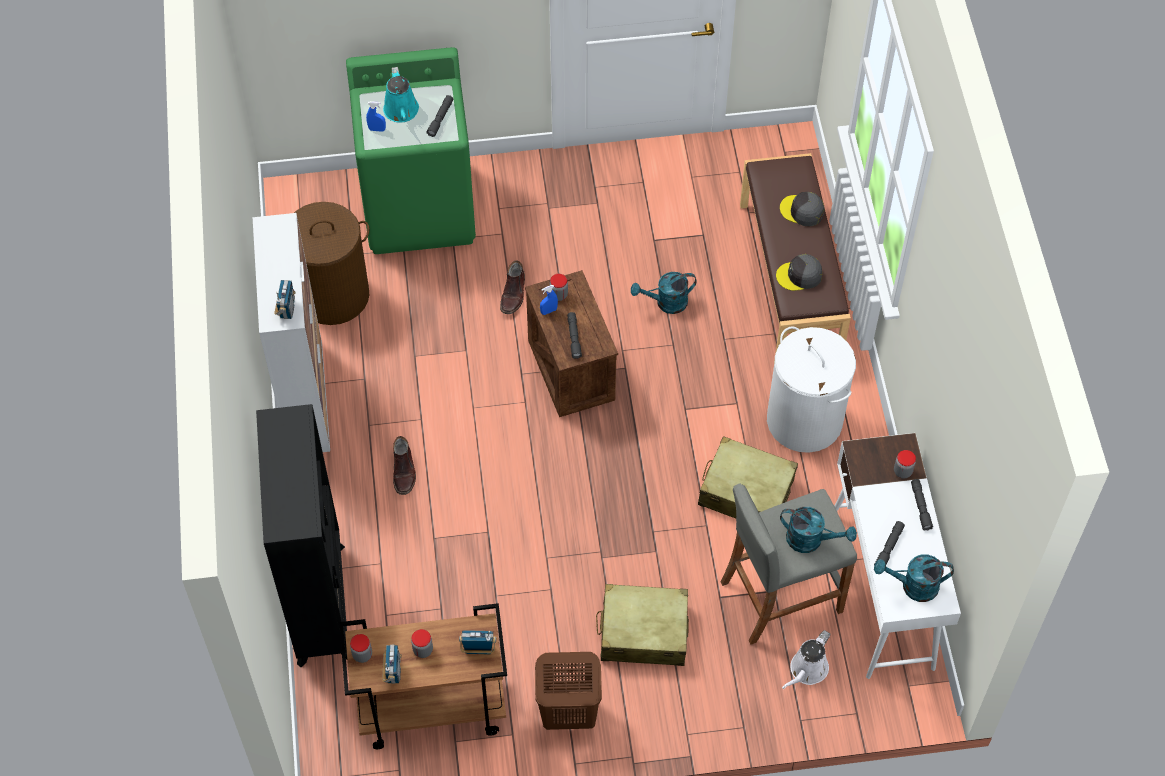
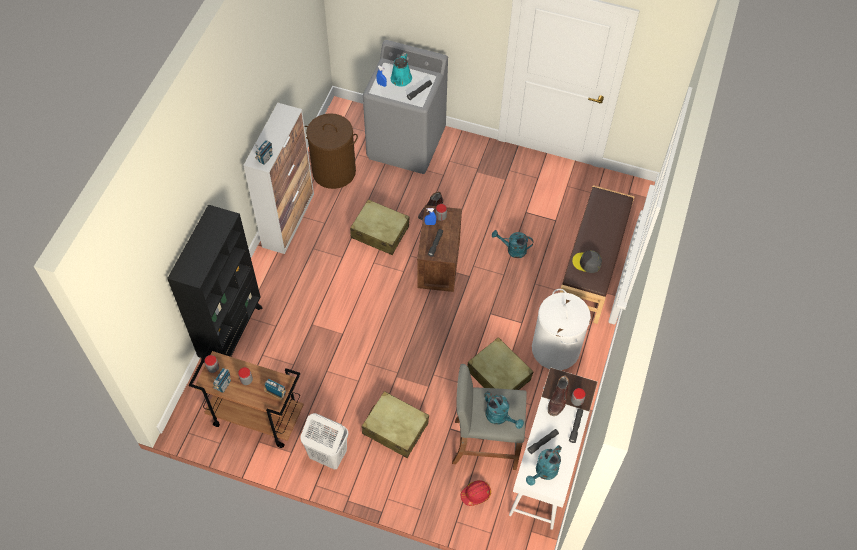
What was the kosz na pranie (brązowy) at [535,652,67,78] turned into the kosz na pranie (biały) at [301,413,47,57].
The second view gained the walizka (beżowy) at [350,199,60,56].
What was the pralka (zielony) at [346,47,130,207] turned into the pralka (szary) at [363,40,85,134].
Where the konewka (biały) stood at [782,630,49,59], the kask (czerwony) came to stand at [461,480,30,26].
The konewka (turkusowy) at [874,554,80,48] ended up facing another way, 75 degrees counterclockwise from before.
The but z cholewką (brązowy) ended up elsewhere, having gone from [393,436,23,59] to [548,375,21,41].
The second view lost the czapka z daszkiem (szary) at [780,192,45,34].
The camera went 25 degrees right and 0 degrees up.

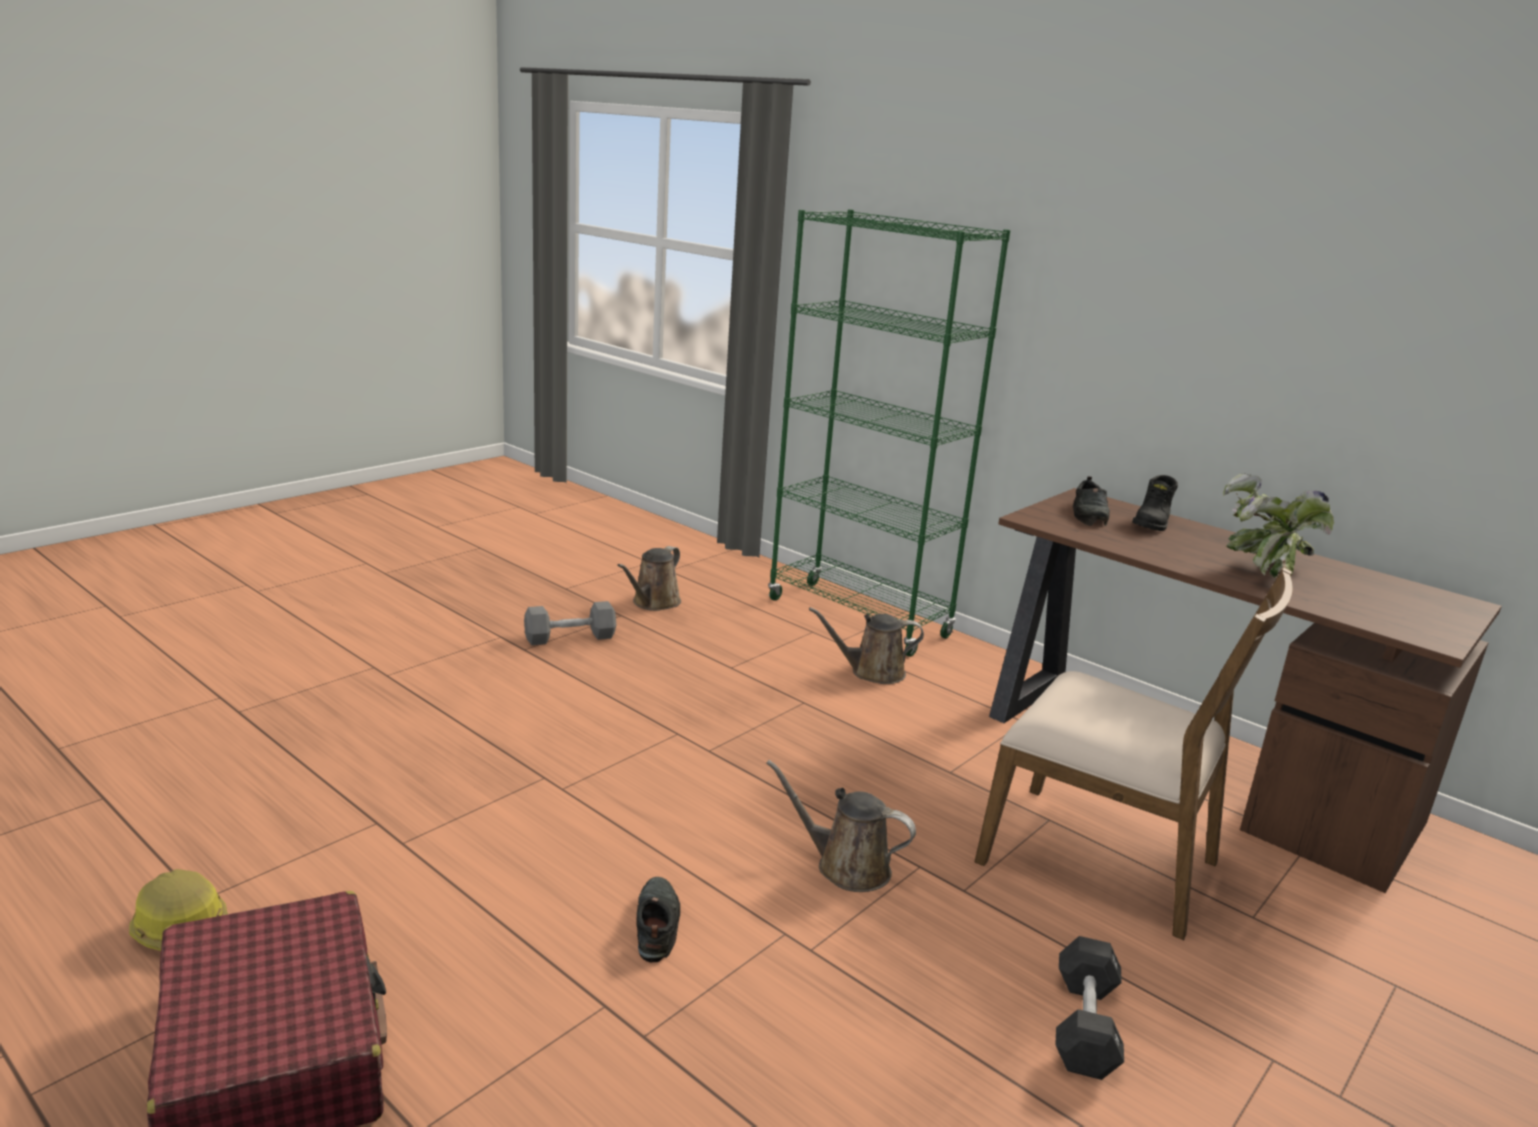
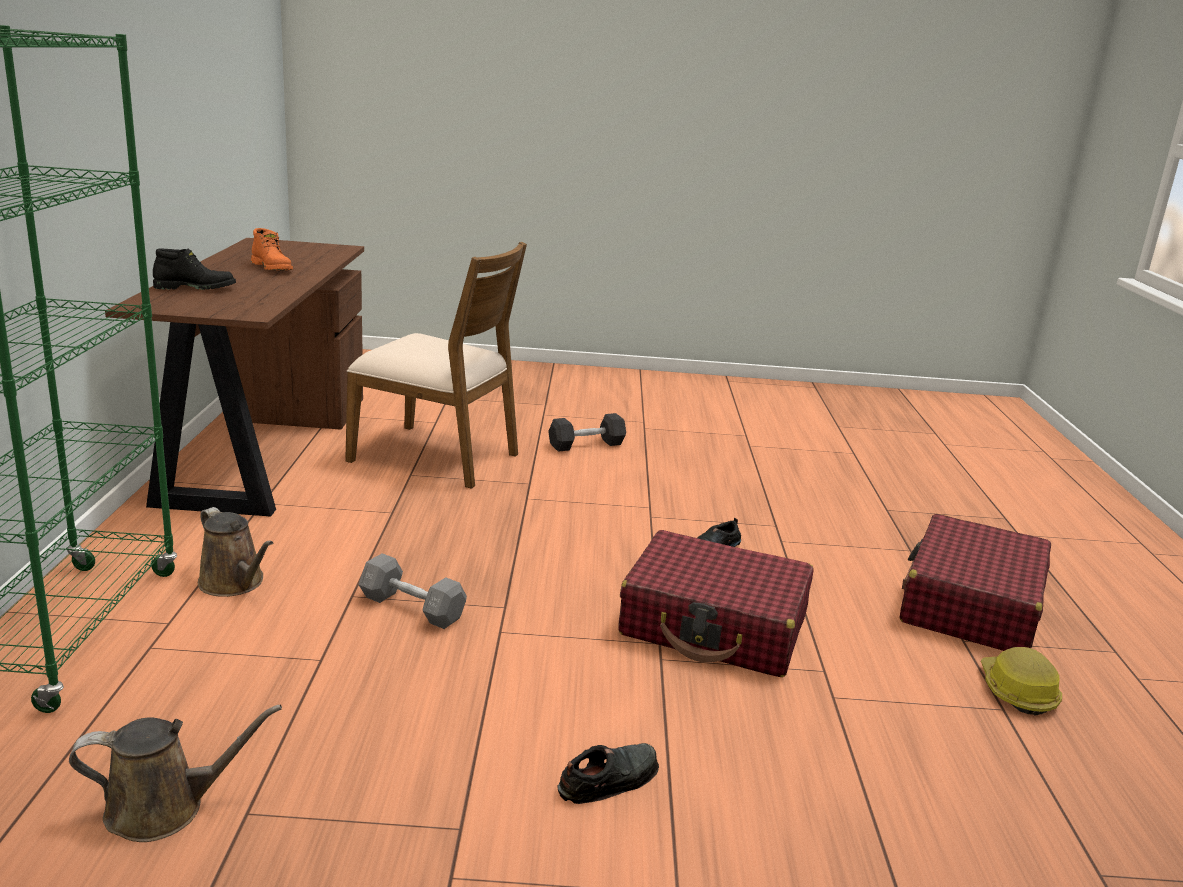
Where the roślina doniczkowa stood at [1223,473,111,105], the but z cholewką (pomarańczowy) came to stand at [251,228,42,42].
The krzesło (brązowy) at [975,567,318,373] ended up facing another way, 120 degrees clockwise from before.
The hantel (szary) ended up elsewhere, having gone from [524,601,92,44] to [358,553,109,76].
The but (czarny) ended up elsewhere, having gone from [1073,476,37,50] to [558,743,101,61].
The second view gained the walizka (czerwony) at [618,530,196,147].
The second view lost the konewka (brązowy) at [766,760,150,132].
The camera went 130 degrees left and 0 degrees up.

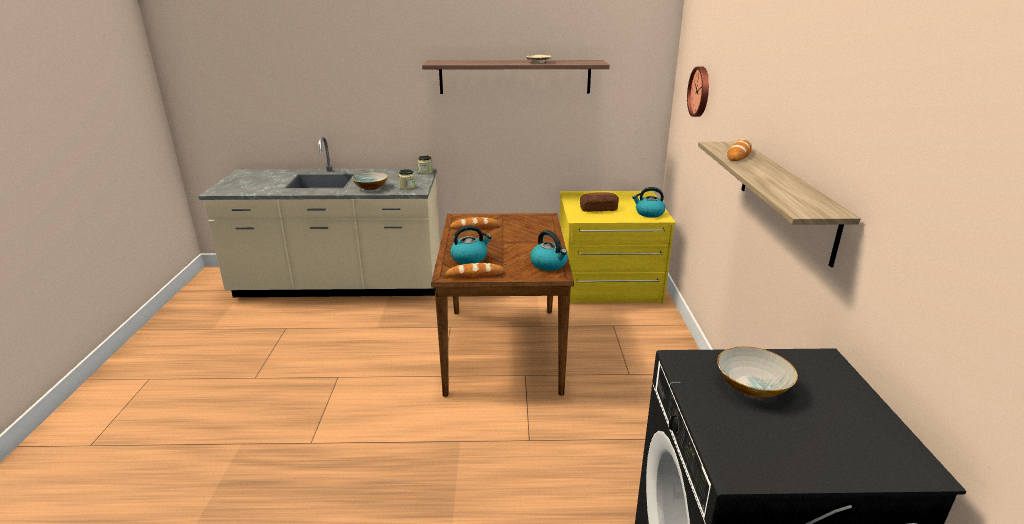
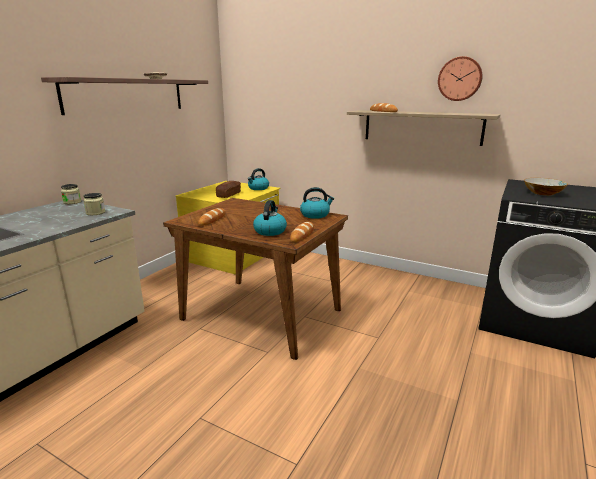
The zegar ścienny ended up elsewhere, having gone from [687,67,22,50] to [438,56,45,45].
The second view lost the miska at [352,172,36,18].
The camera went 60 degrees left and 5 degrees down.

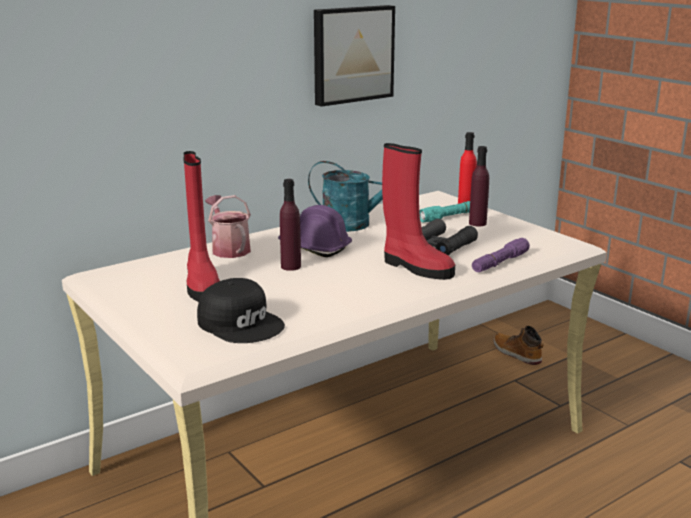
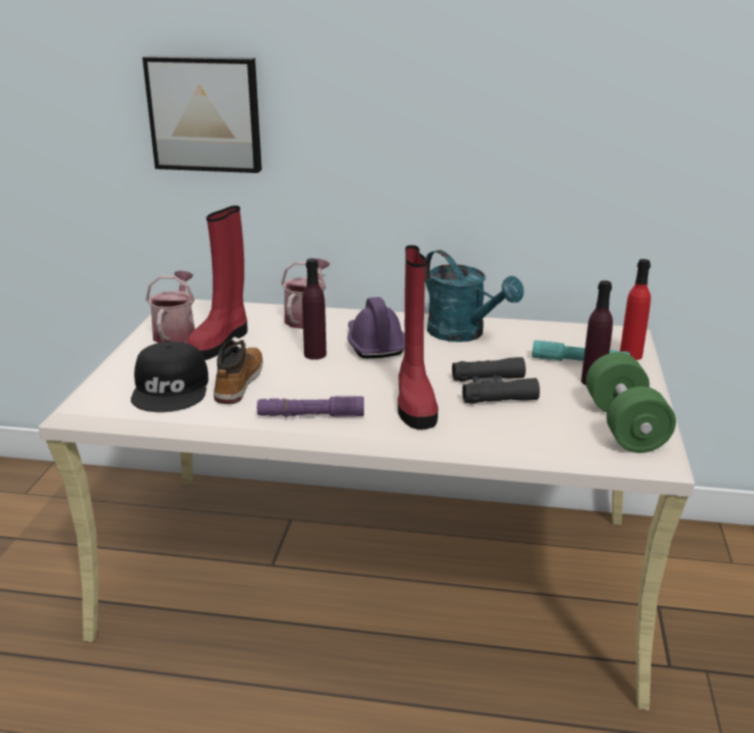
The obraz ended up elsewhere, having gone from [314,5,81,102] to [142,56,120,117].
The second view gained the konewka at [146,271,49,72].
The but z cholewką ended up elsewhere, having gone from [493,326,51,39] to [214,340,49,64].
The latarka (fioletowy) ended up elsewhere, having gone from [472,238,58,34] to [257,396,107,21].
The second view gained the hantel (zielony) at [586,352,90,101].
The camera went 45 degrees right and 5 degrees up.

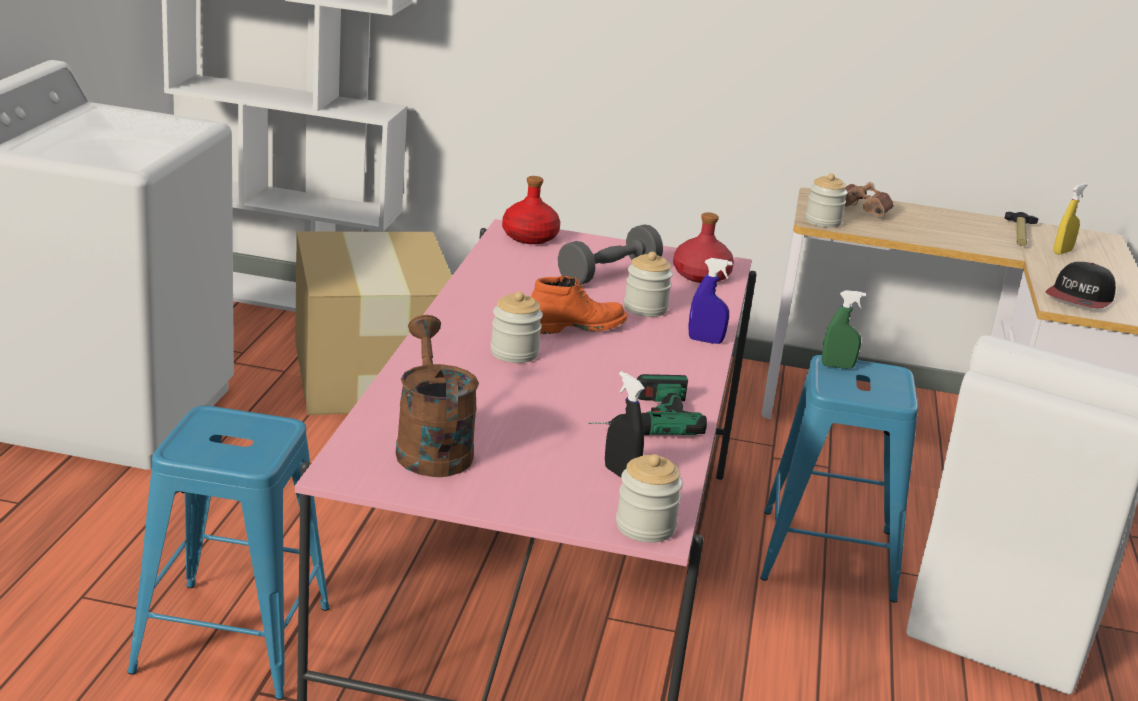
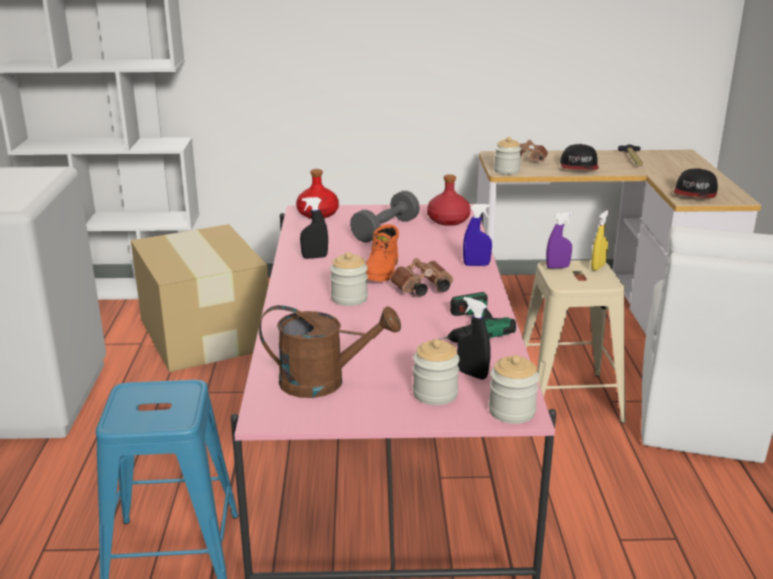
The konewka (brązowy) at [396,315,83,162] ended up facing another way, 120 degrees clockwise from before.
The second view gained the spryskiwacz (czarny) at [300,197,28,62].
The but z cholewką (pomarańczowy) at [531,276,96,58] ended up facing another way, 135 degrees clockwise from before.
The second view gained the lornetka (brązowy) at [390,258,63,38].
The słoik ended up elsewhere, having gone from [624,252,49,65] to [413,339,47,66].
What was the stołek (niebieski) at [760,355,158,247] turned into the stołek (beżowy) at [522,260,104,163].
What was the spryskiwacz (zielony) at [822,290,44,79] turned into the spryskiwacz (fioletowy) at [546,212,27,57].
The second view gained the czapka z daszkiem at [560,144,39,26].
The spryskiwacz (żółty) ended up elsewhere, having gone from [1053,183,34,71] to [591,210,18,60].
The camera went 10 degrees left and 0 degrees up.

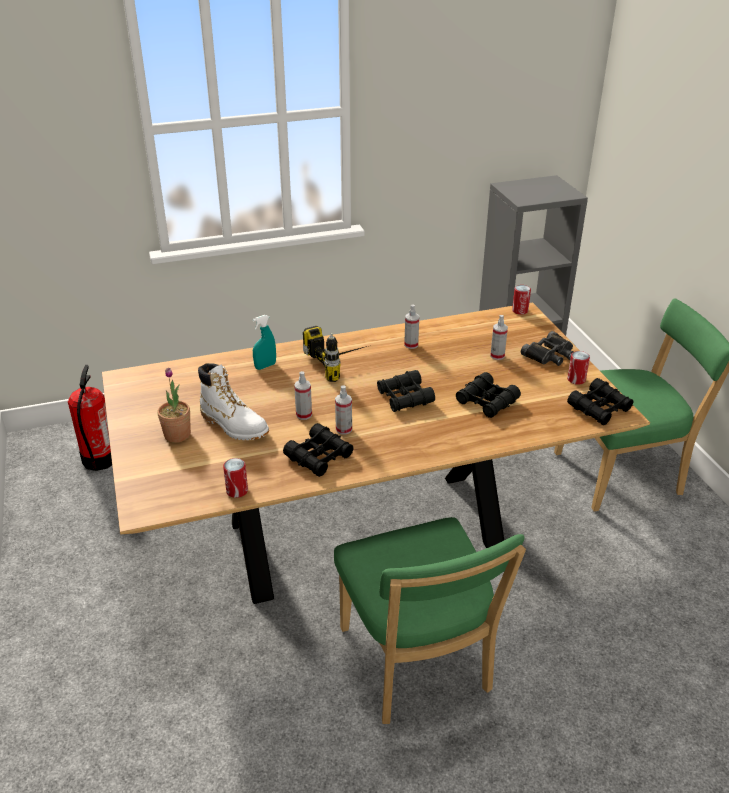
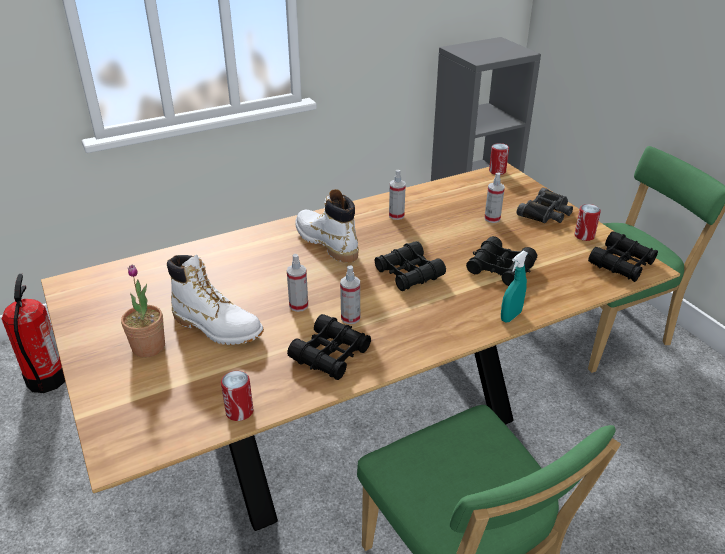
Where the wiertarka stood at [303,326,68,56], the but z cholewką (biały) came to stand at [295,189,64,74].
The spryskiwacz (turkusowy) ended up elsewhere, having gone from [253,315,23,55] to [501,251,27,72].
The camera went 10 degrees left and 0 degrees up.

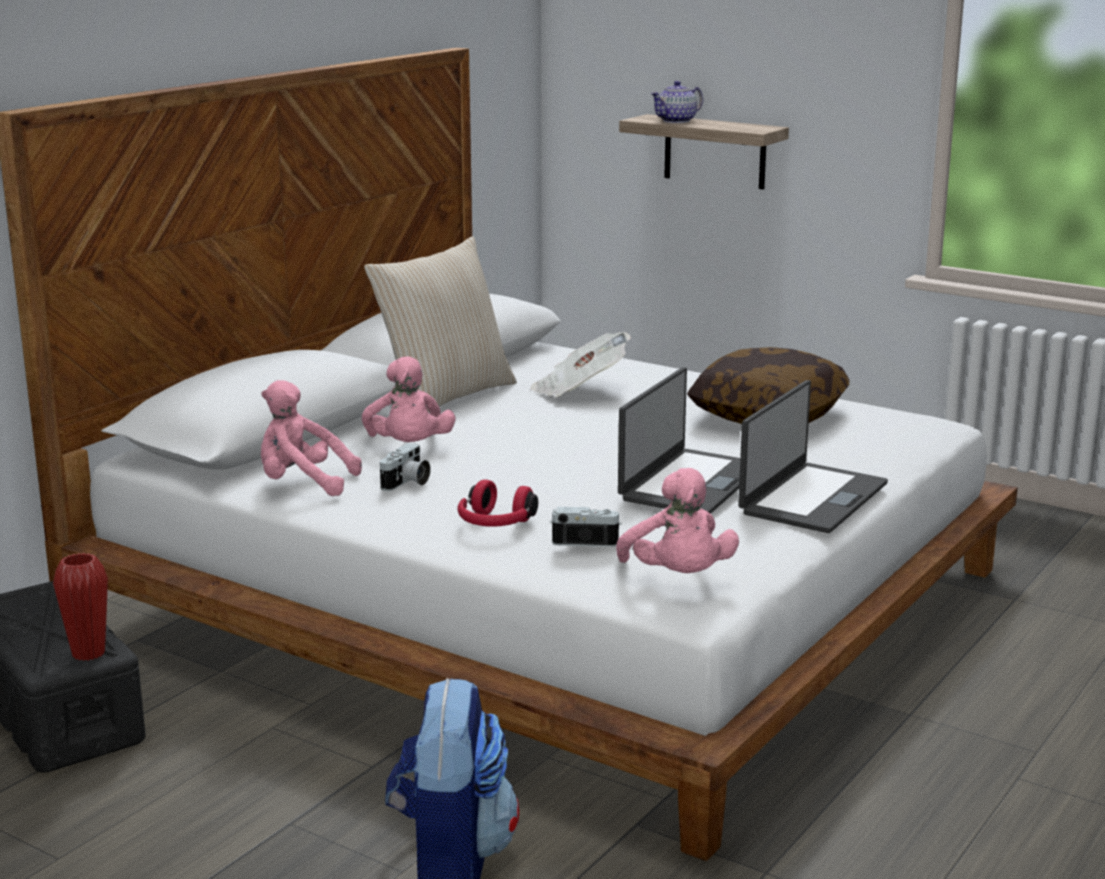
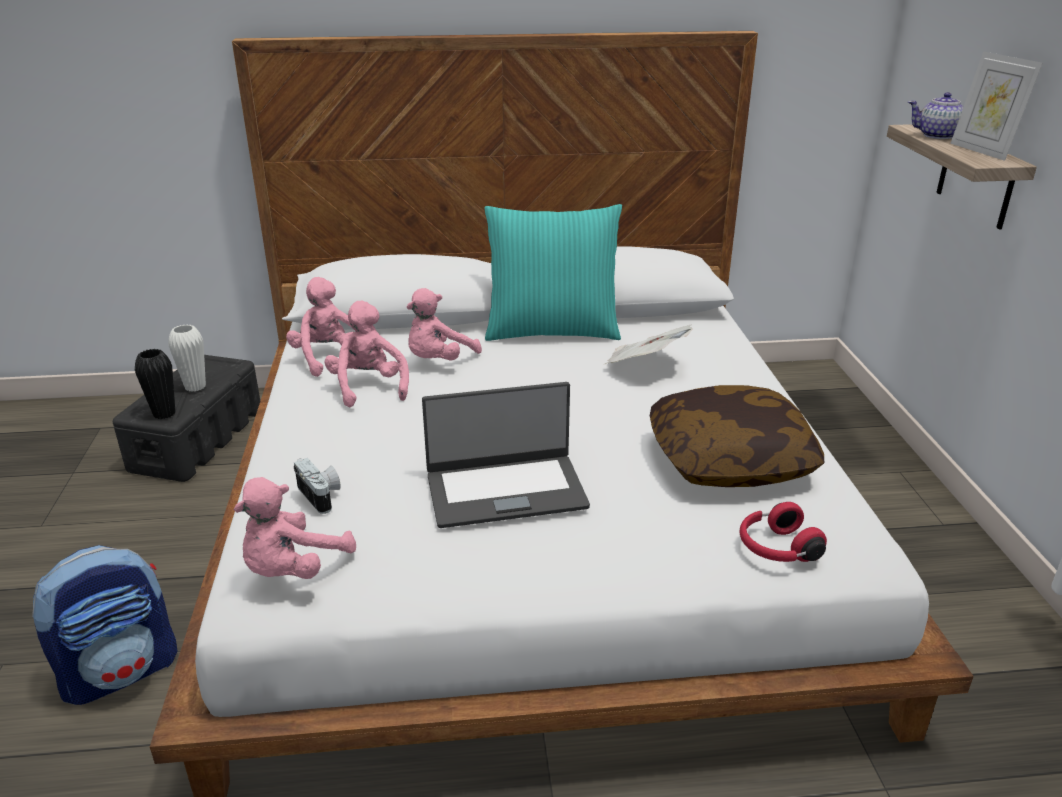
What was the wazon (czerwony) at [53,553,55,108] turned into the wazon (czarny) at [135,349,40,70].
The second view gained the wazon (biały) at [168,325,38,67].
Where the aparat fotograficzny stood at [380,443,51,48], the pluszak (różowy) came to stand at [325,301,84,106].
What was the poduszka (beżowy) at [364,236,153,176] turned into the poduszka (turkusowy) at [485,204,137,137].
The słuchawki (czerwony) ended up elsewhere, having gone from [458,480,80,47] to [740,502,87,60].
The second view gained the ramka na zdjęcie at [950,51,93,110].
The second view lost the laptop at [738,380,150,153].
The camera went 50 degrees right and 10 degrees up.

